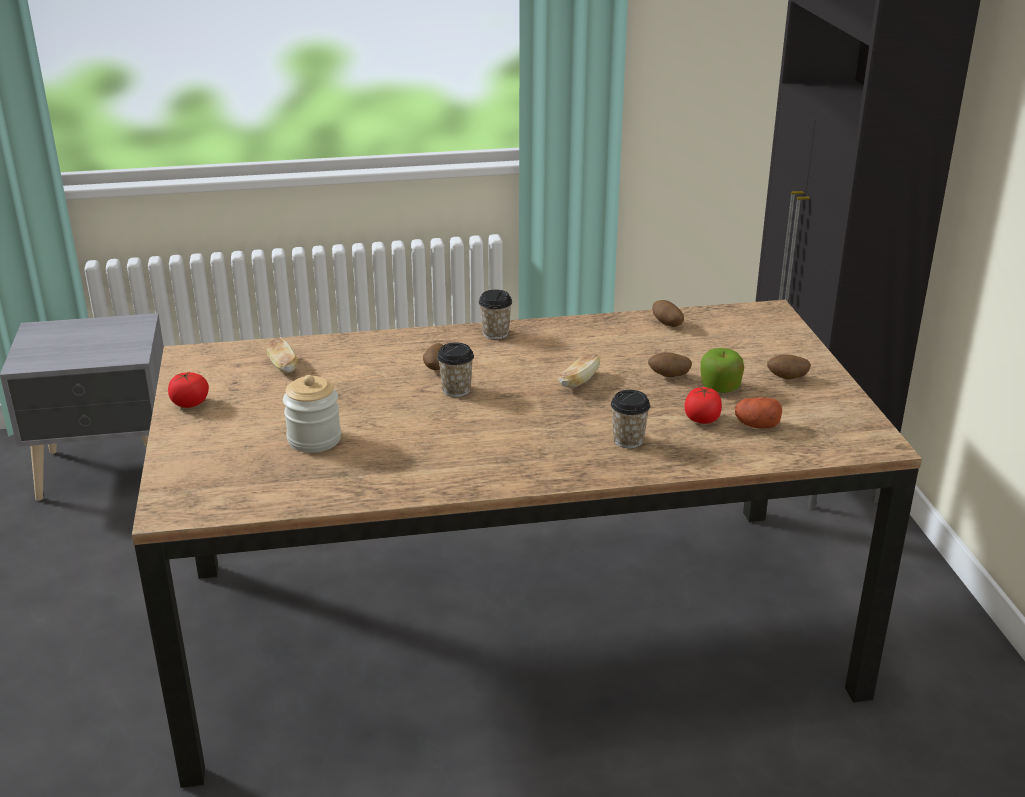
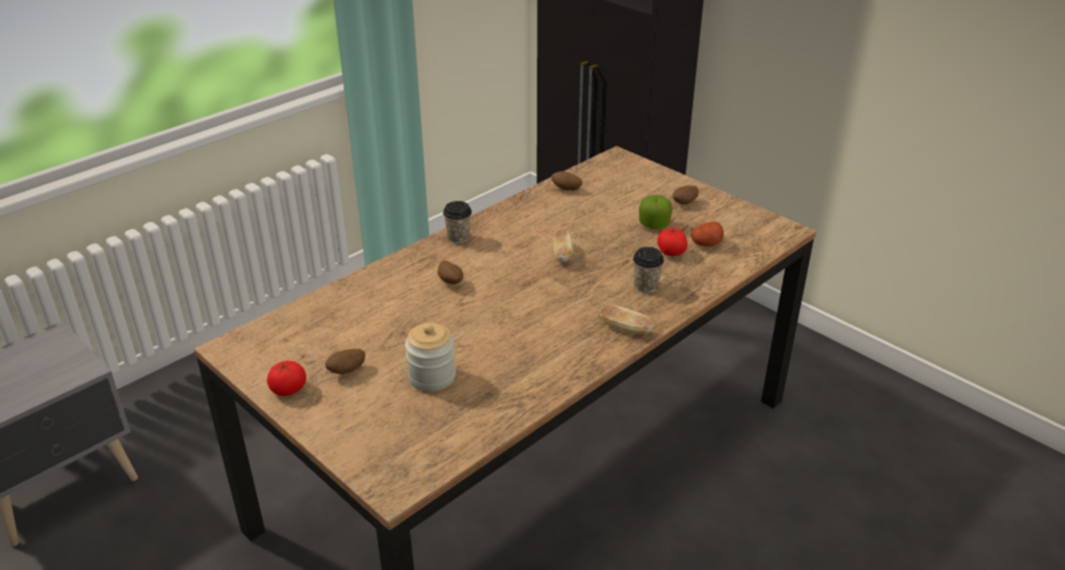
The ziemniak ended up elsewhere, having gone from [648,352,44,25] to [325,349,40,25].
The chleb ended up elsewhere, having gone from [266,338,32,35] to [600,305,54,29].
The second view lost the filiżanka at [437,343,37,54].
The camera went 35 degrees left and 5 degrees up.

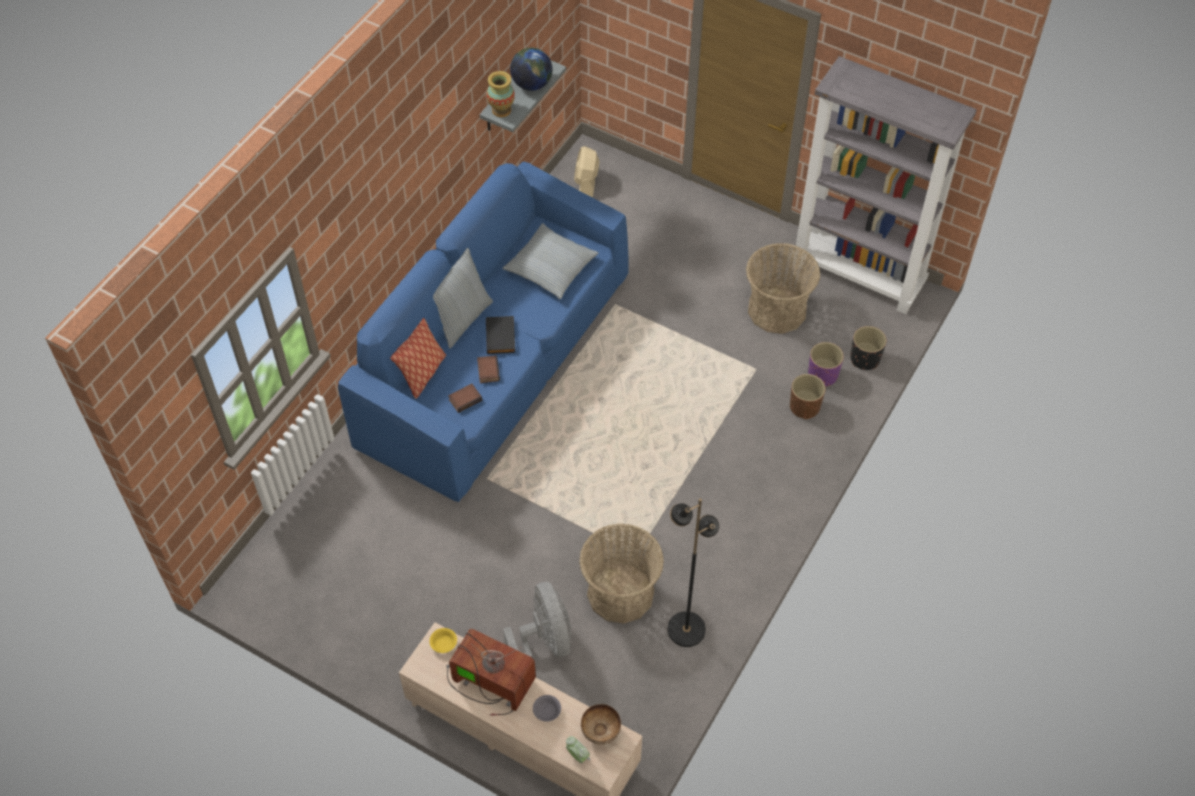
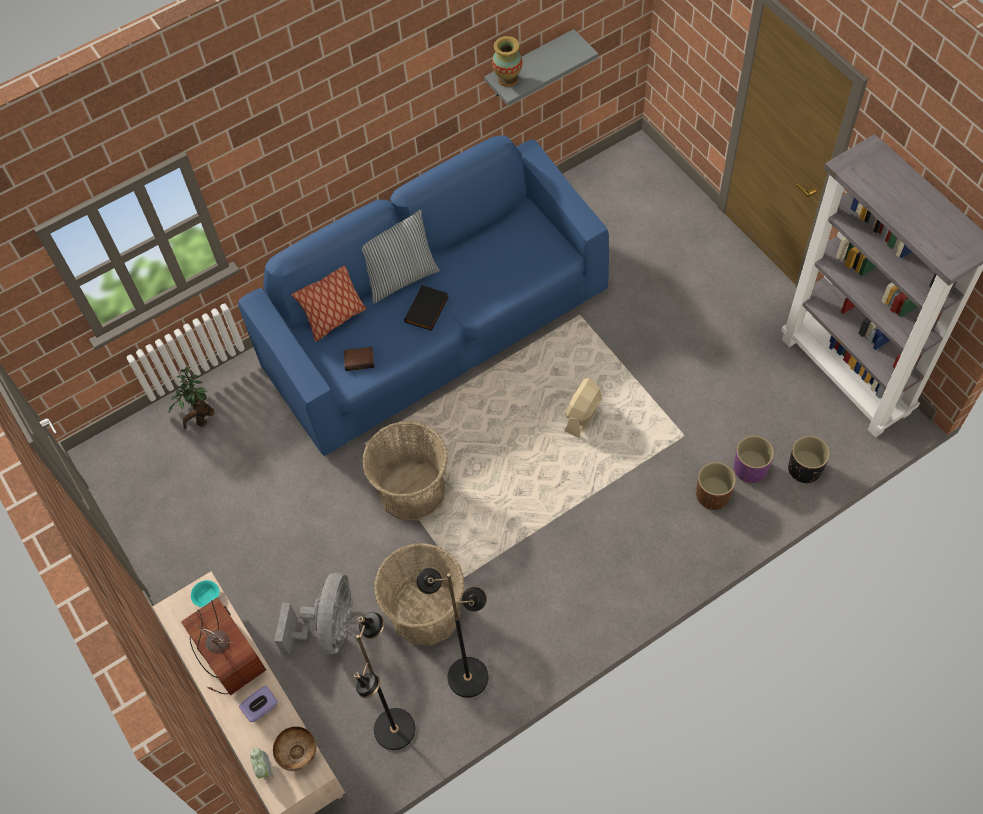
The second view gained the roślina doniczkowa at [168,366,47,63].
What was the miska (żółty) at [429,628,28,25] turned into the miska (turkusowy) at [191,580,28,27].
Where the miska (szary) stood at [533,695,28,27], the pudełko chusteczek (fioletowy) came to stand at [239,686,39,36].
The second view gained the lampa stojąca (czarny) at [354,612,61,138].
The koszyk ended up elsewhere, having gone from [746,243,74,91] to [362,421,86,100].
The wentylator (beżowy) ended up elsewhere, having gone from [574,146,25,52] to [565,378,37,60].
The second view lost the książka at [477,355,23,28].
The second view lost the poduszka at [502,223,96,76].
The second view lost the globus at [510,47,43,44].
The camera went 30 degrees right and 5 degrees up.

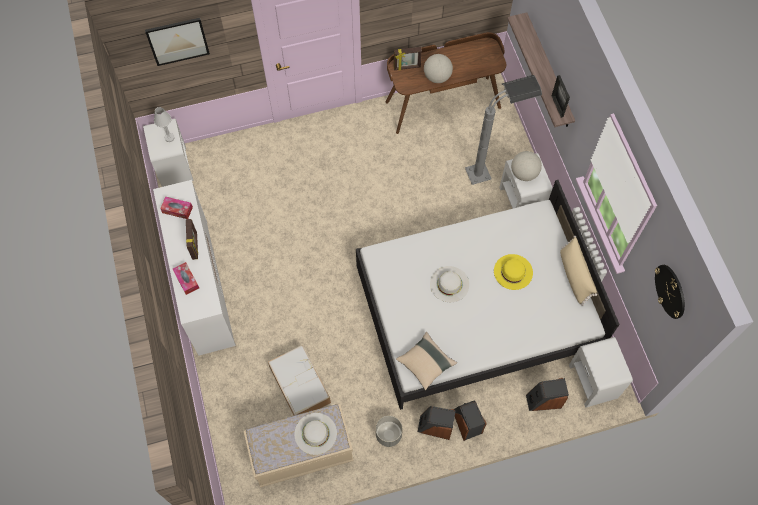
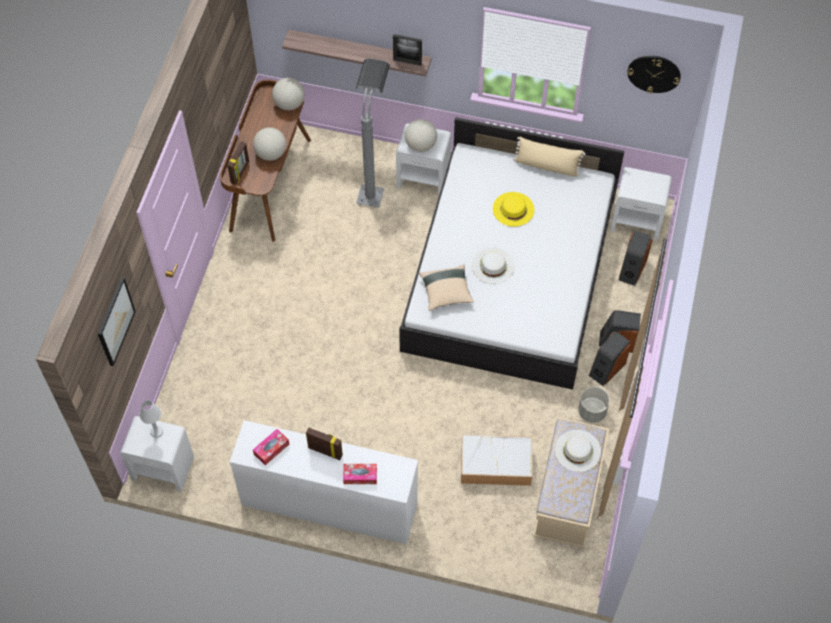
The second view gained the globus at [272,78,33,32].
The poduszka (beżowy) ended up elsewhere, having gone from [396,332,61,58] to [419,264,55,47].
The camera went 60 degrees left and 5 degrees down.

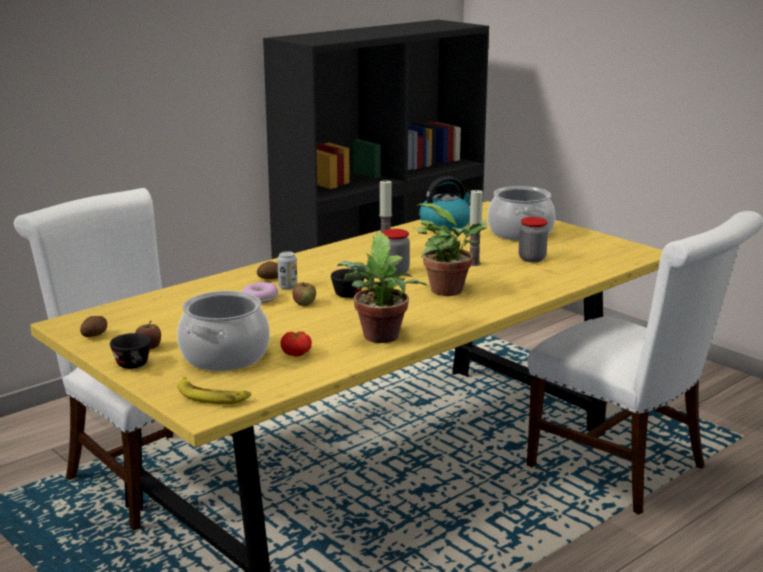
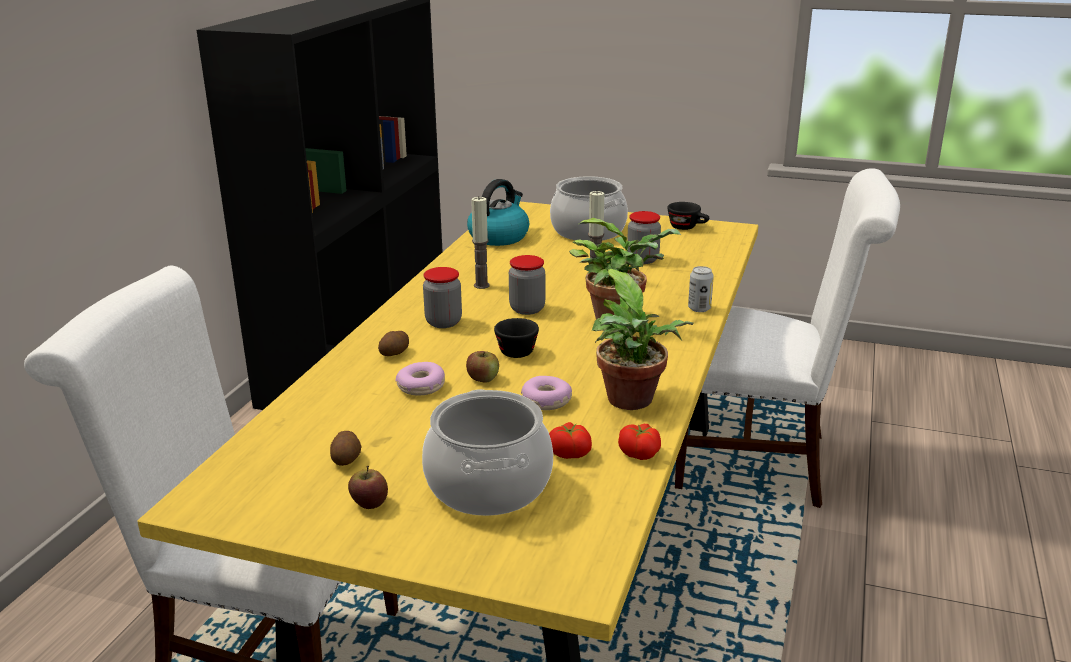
The ziemniak ended up elsewhere, having gone from [80,316,27,21] to [330,431,32,35].
The second view gained the słoik at [423,267,39,61].
The second view gained the donut at [521,376,51,34].
The second view gained the pomidor at [618,424,43,36].
The filiżanka (czarny) ended up elsewhere, having gone from [110,333,41,36] to [667,202,42,28].
The puszka ended up elsewhere, having gone from [277,251,20,39] to [688,266,26,46].
The second view lost the banan at [177,377,74,27].
The camera went 30 degrees left and 5 degrees up.

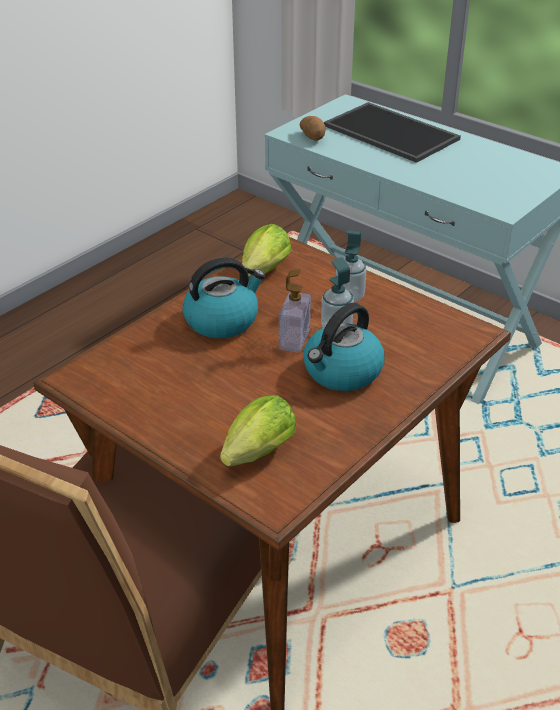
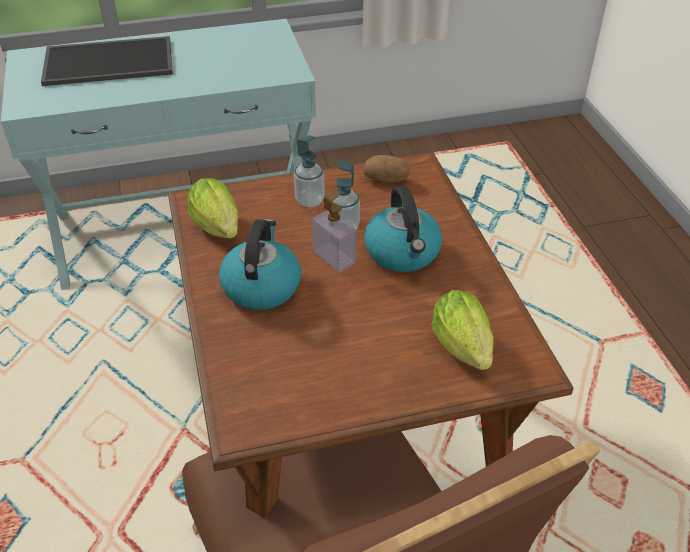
The ziemniak ended up elsewhere, having gone from [300,116,26,25] to [363,155,47,27].
The camera went 55 degrees left and 5 degrees up.

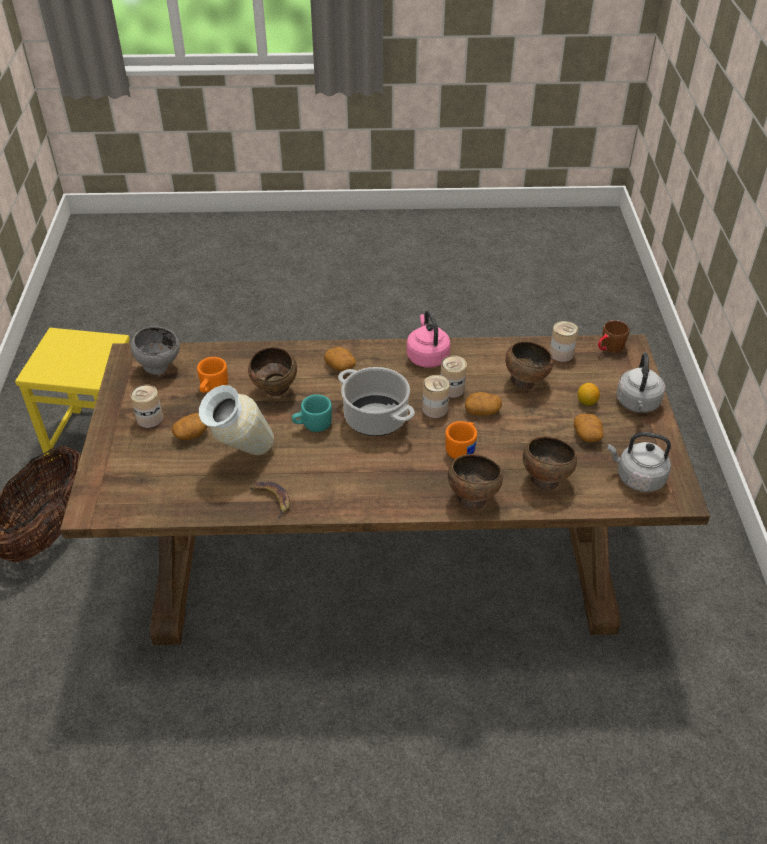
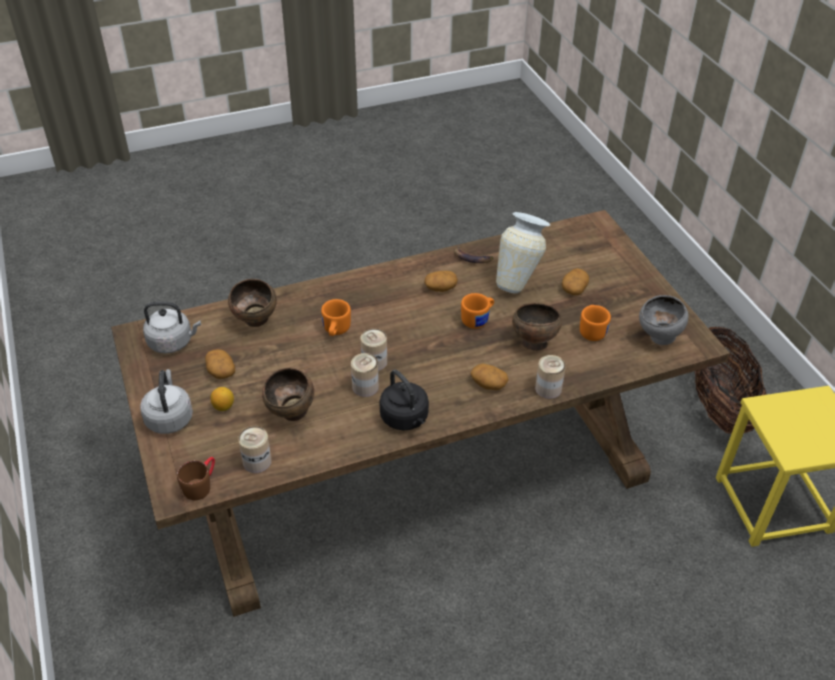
What was the czajnik (różowy) at [407,310,44,58] turned into the czajnik (czarny) at [379,370,50,61].
The ziemniak ended up elsewhere, having gone from [465,392,37,24] to [424,271,34,21].
What was the kubek (turkusowy) at [292,394,40,38] turned into the kubek (pomarańczowy) at [461,293,33,36].
The puszka ended up elsewhere, having gone from [130,385,33,43] to [535,355,31,44].
The second view lost the garnek at [338,367,77,69].
The second view lost the miska (brązowy) at [448,454,55,55].
The camera went 160 degrees right and 0 degrees up.

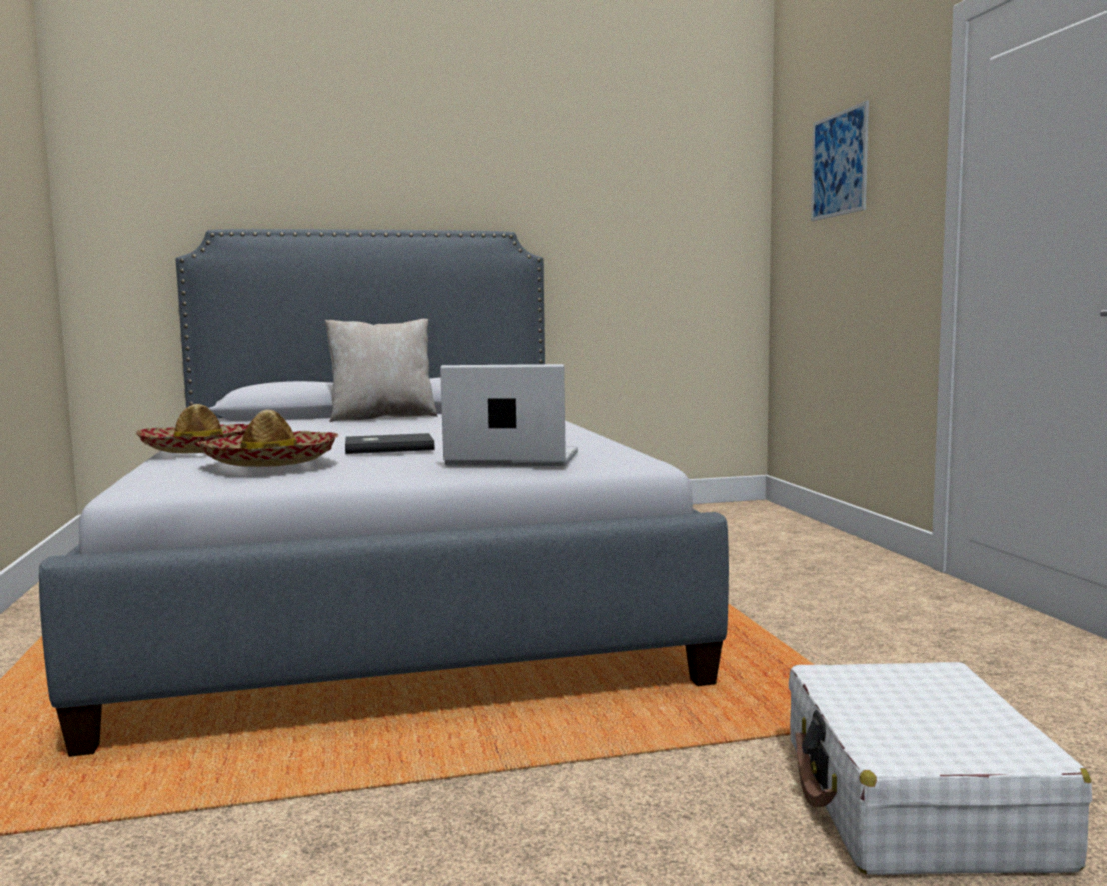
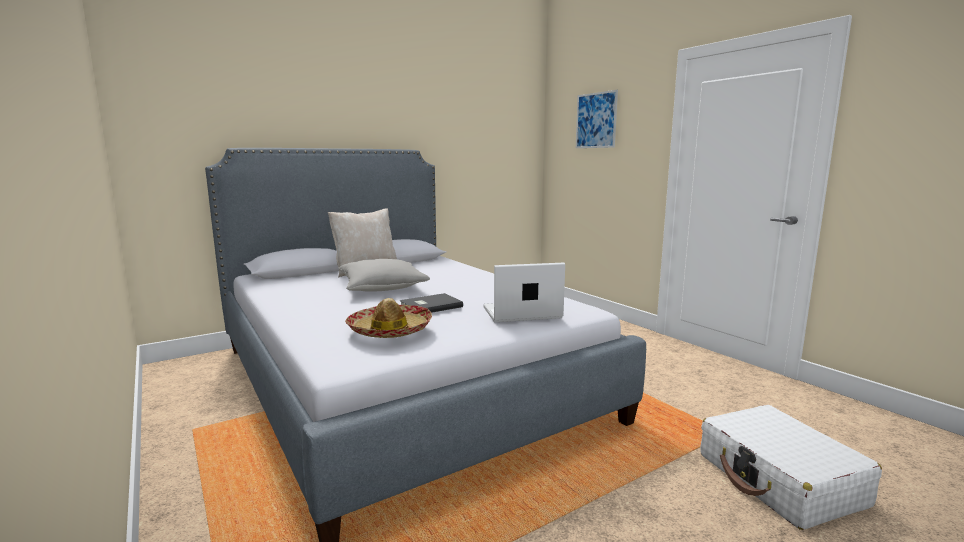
The second view gained the poduszka (szary) at [339,259,91,33].
The second view lost the kapelusz at [135,404,114,50].
The camera went 20 degrees left and 5 degrees up.

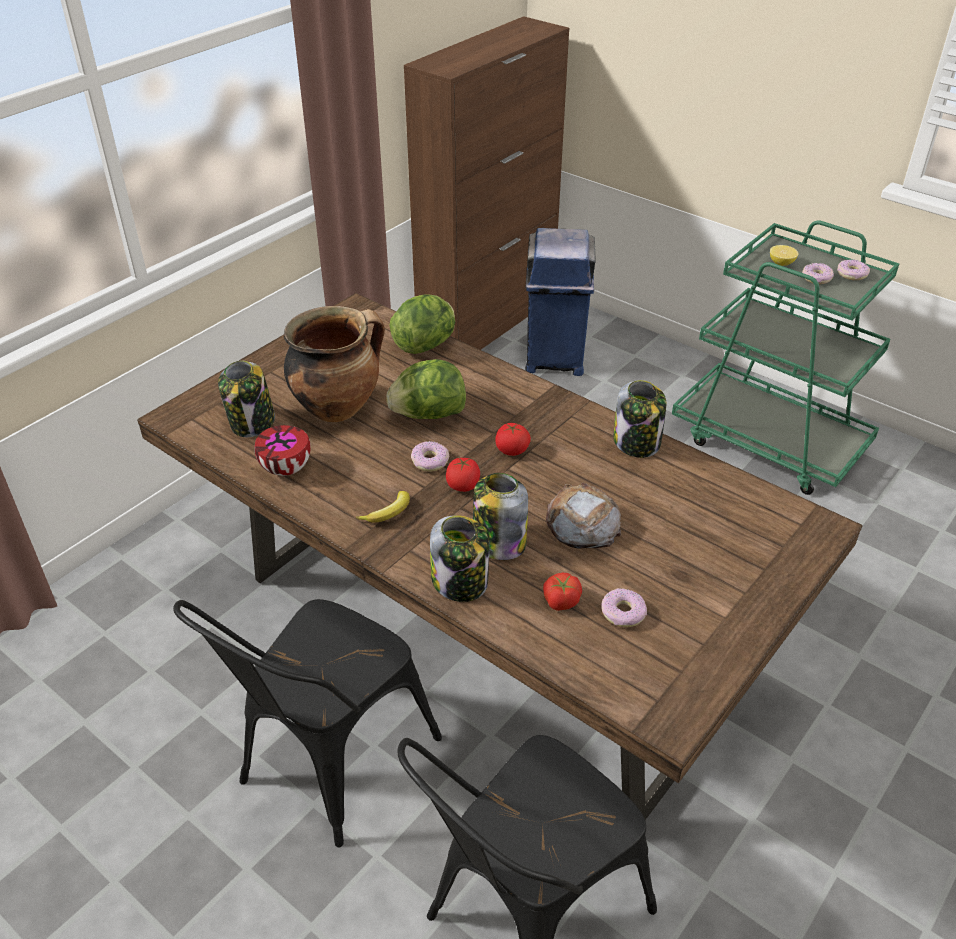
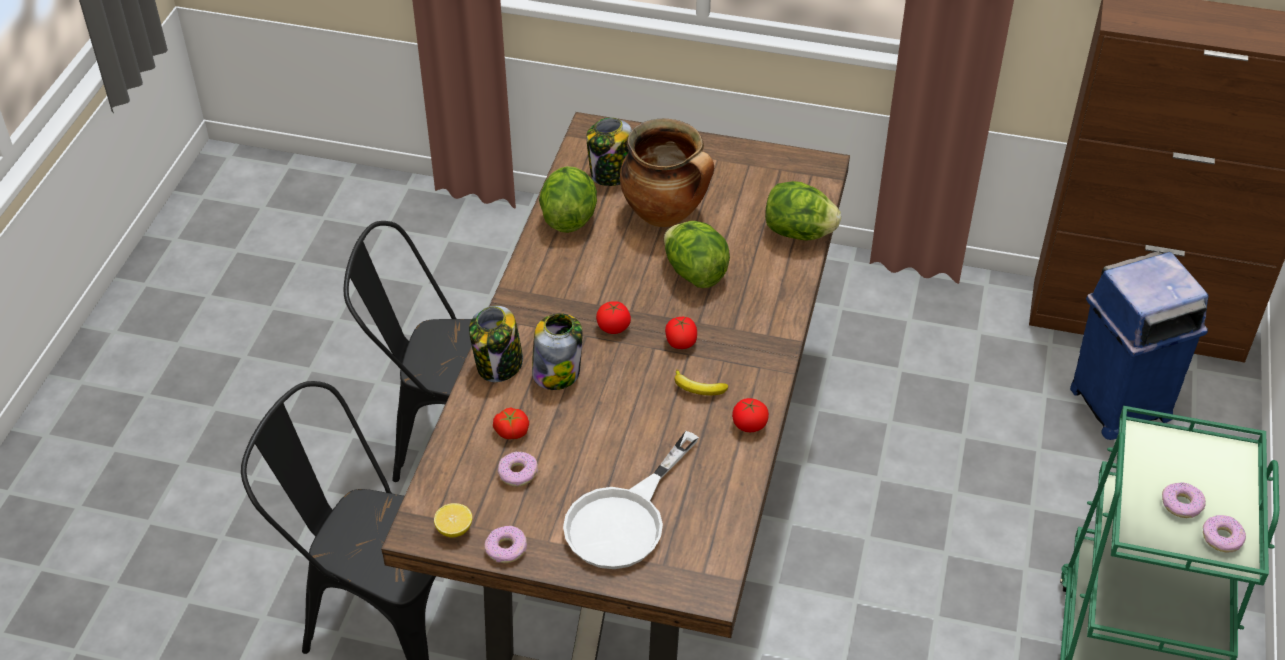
The cytryna ended up elsewhere, having gone from [770,245,29,21] to [434,503,38,34].
The donut ended up elsewhere, having gone from [411,441,38,31] to [484,526,43,37].
Where the miska stood at [254,425,57,51], the sałata came to stand at [539,166,58,67].
The second view gained the patelnia (biały) at [563,431,136,138].
The banan ended up elsewhere, having gone from [356,491,54,32] to [675,369,53,26].
Where the słoik stood at [613,380,53,78], the pomidor came to stand at [732,398,37,34].
The second view lost the chleb at [546,483,75,66].
The camera went 65 degrees right and 5 degrees up.

